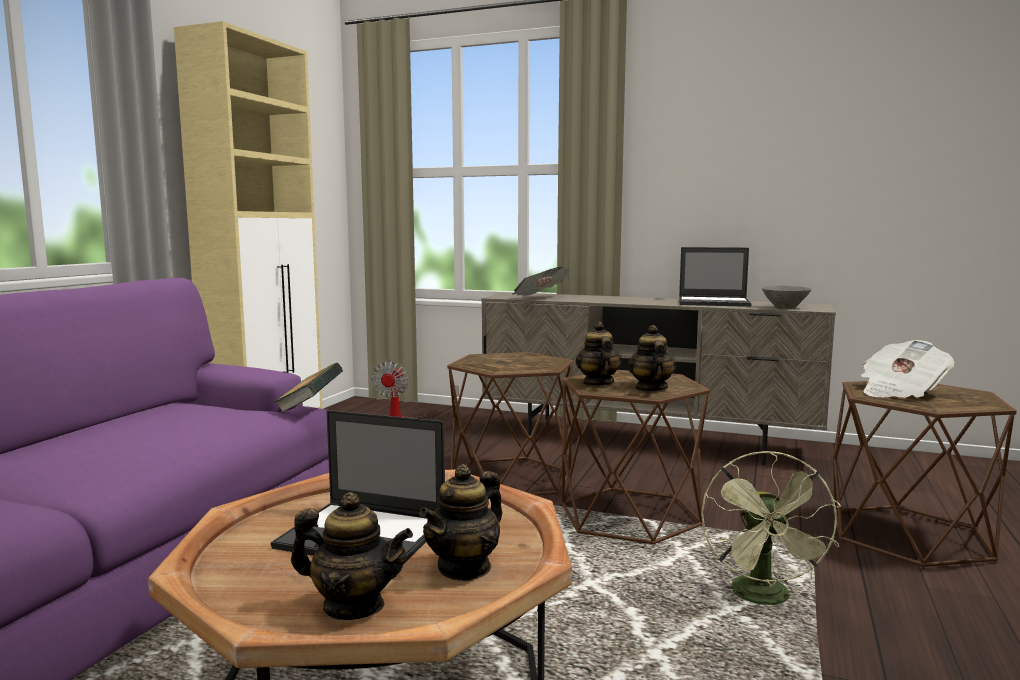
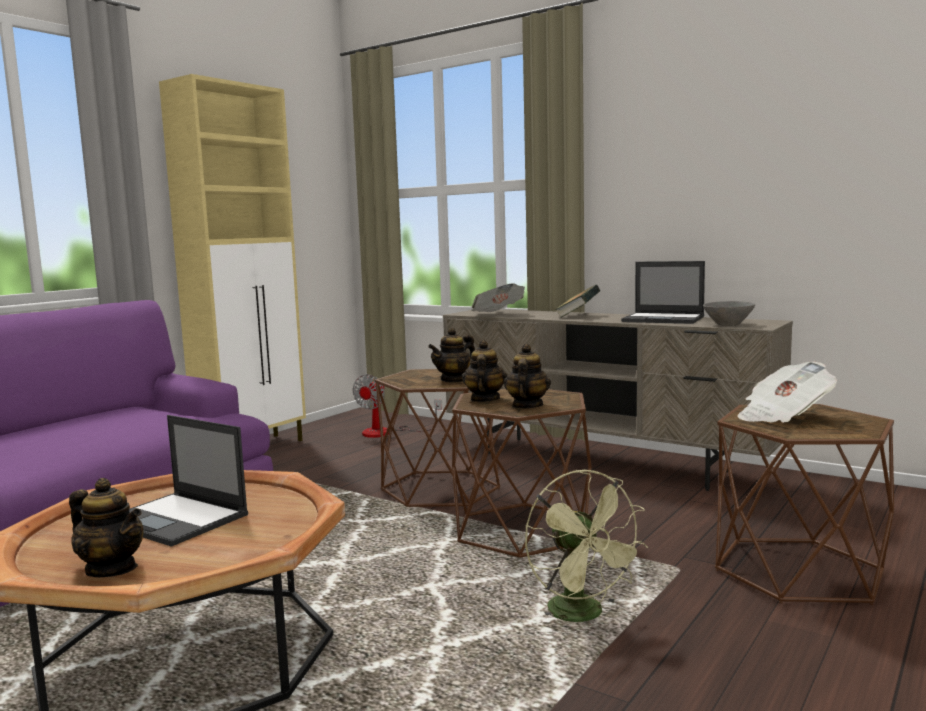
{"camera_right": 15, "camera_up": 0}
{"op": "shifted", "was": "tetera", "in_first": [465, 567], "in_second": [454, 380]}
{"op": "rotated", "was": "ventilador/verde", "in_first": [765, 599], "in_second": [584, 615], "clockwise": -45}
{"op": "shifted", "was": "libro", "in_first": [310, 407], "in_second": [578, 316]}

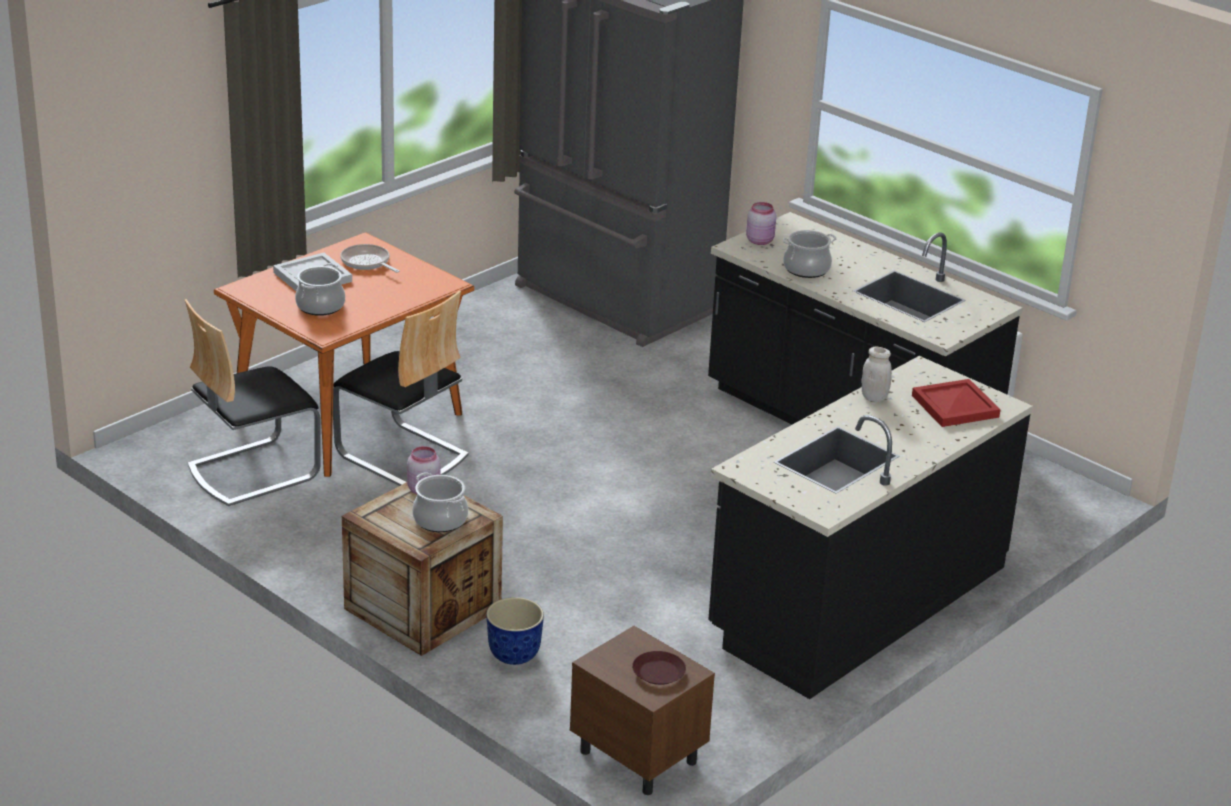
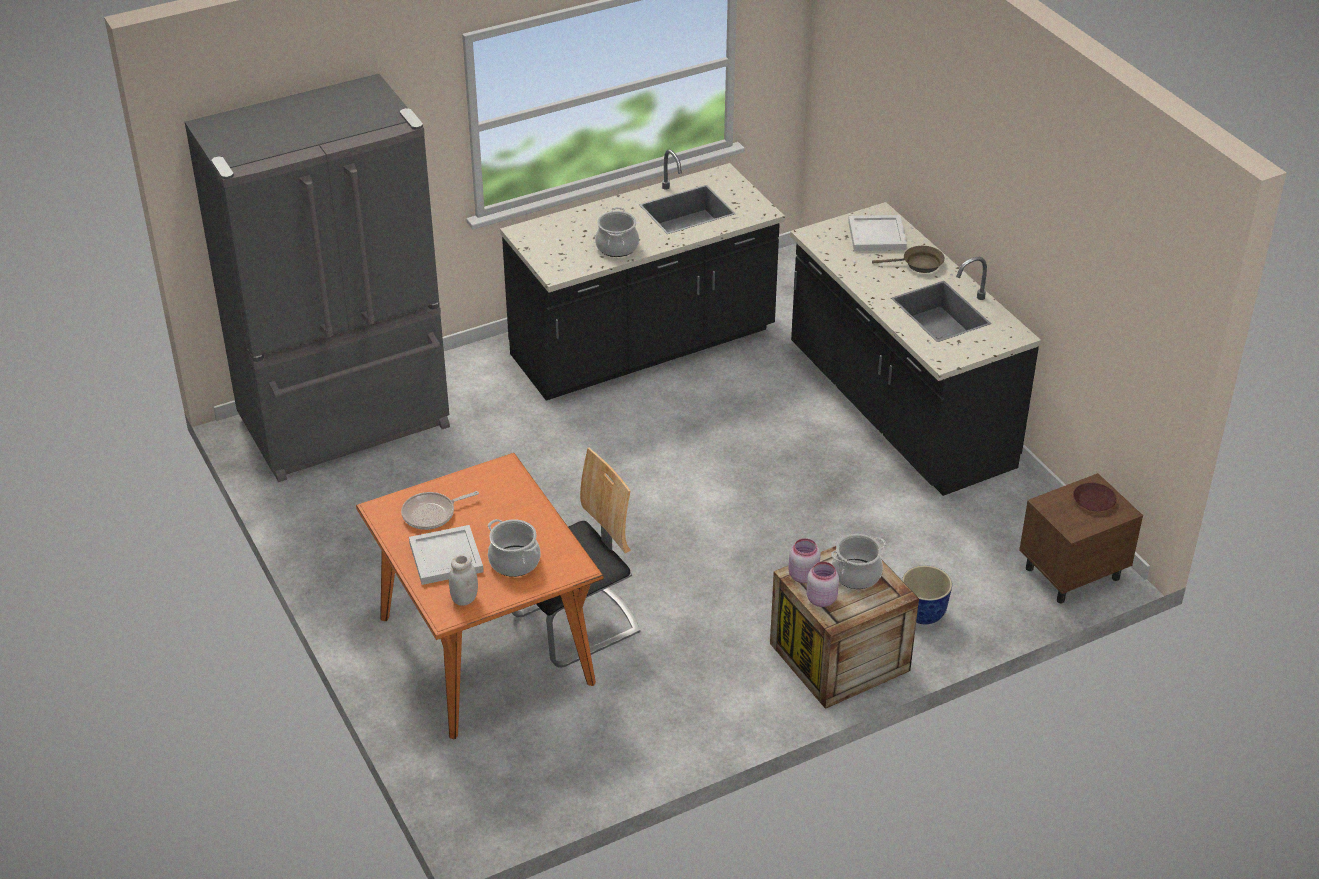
{"camera_right": -70, "camera_up": 10}
{"op": "shifted", "was": "tarro/blanco", "in_first": [874, 397], "in_second": [464, 599]}
{"op": "shifted", "was": "tarro/rosa", "in_first": [760, 241], "in_second": [821, 599]}
{"op": "repainted", "was": "bandeja/rojo", "now": "bandeja/blanco", "in_first": [953, 406], "in_second": [876, 236]}
{"op": "new", "now": "sartén/marrón", "in_second": [919, 264]}
{"op": "gone", "was": "silla", "in_first": [252, 471]}

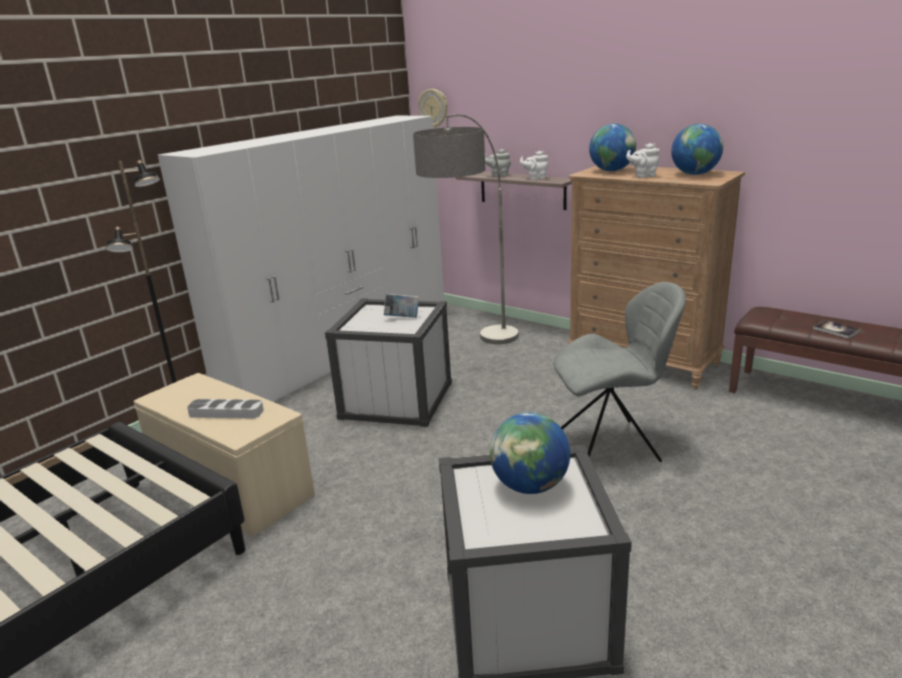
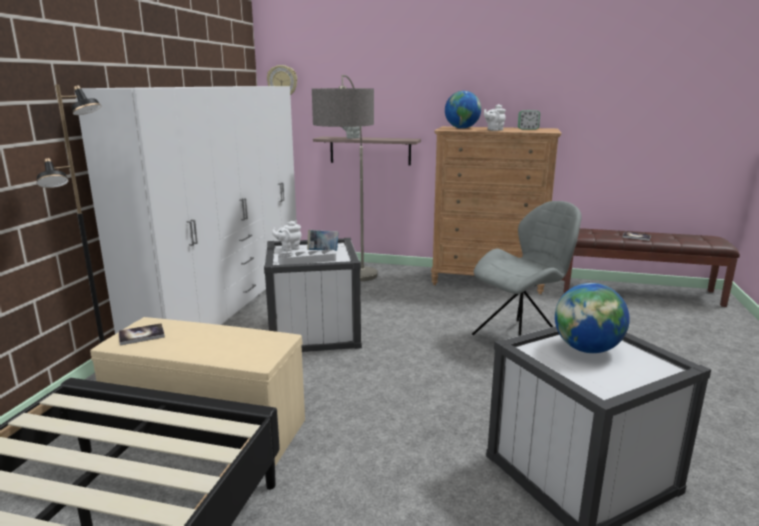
{"camera_right": -25, "camera_up": -5}
{"op": "new", "now": "libro", "in_second": [141, 335]}
{"op": "shifted", "was": "tetera/blanco", "in_first": [535, 178], "in_second": [289, 249]}
{"op": "shifted", "was": "bandeja/gris", "in_first": [226, 412], "in_second": [307, 260]}
{"op": "swapped", "was": "globo terráqueo", "now": "despertador", "in_first": [694, 174], "in_second": [528, 129]}

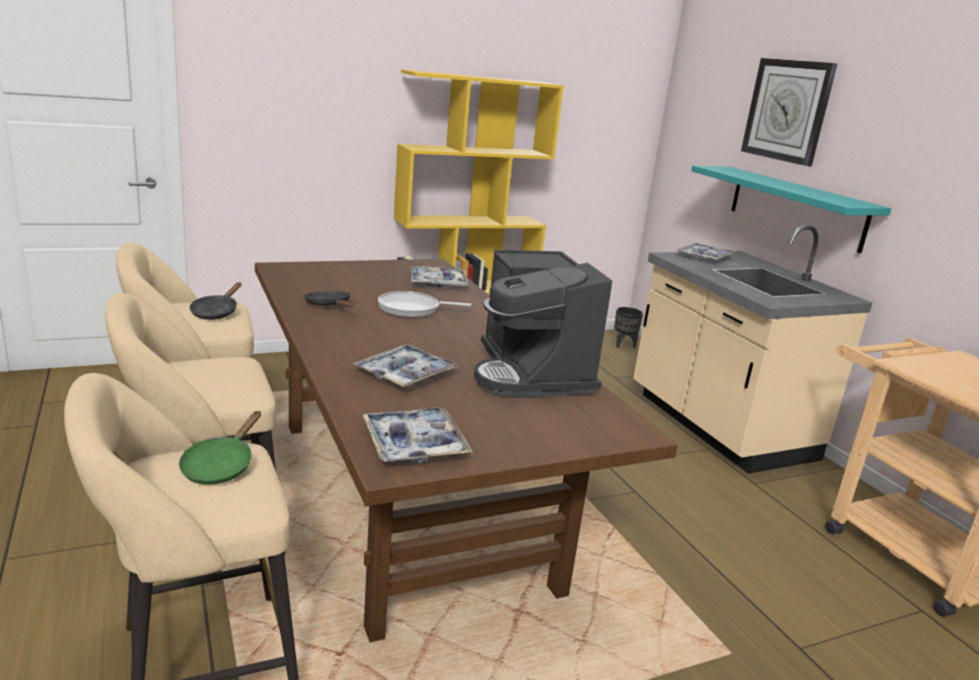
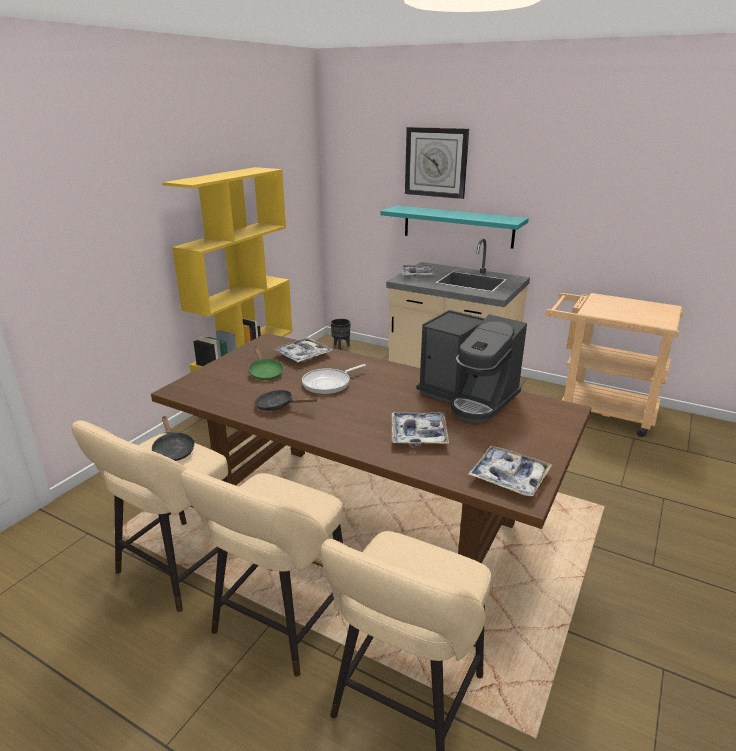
{"camera_right": -35, "camera_up": 5}
{"op": "shifted", "was": "sartén/verde", "in_first": [221, 466], "in_second": [265, 372]}

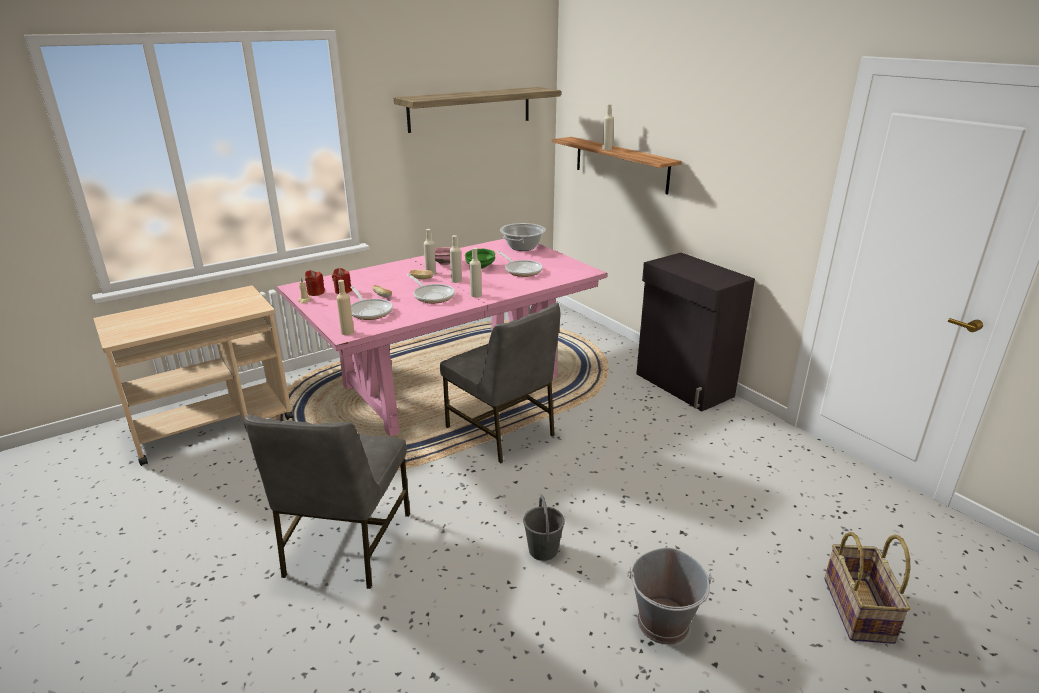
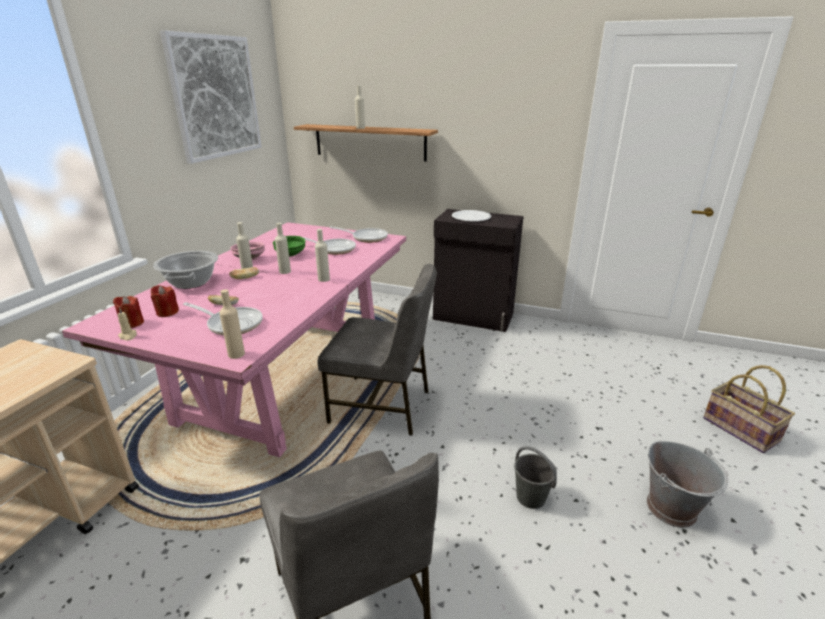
{"camera_right": -35, "camera_up": 0}
{"op": "shifted", "was": "olla", "in_first": [522, 247], "in_second": [191, 282]}
{"op": "swapped", "was": "estante", "now": "cuadro", "in_first": [470, 109], "in_second": [215, 97]}
{"op": "shifted", "was": "sartén", "in_first": [432, 296], "in_second": [367, 238]}
{"op": "new", "now": "plato/blanco", "in_second": [471, 217]}

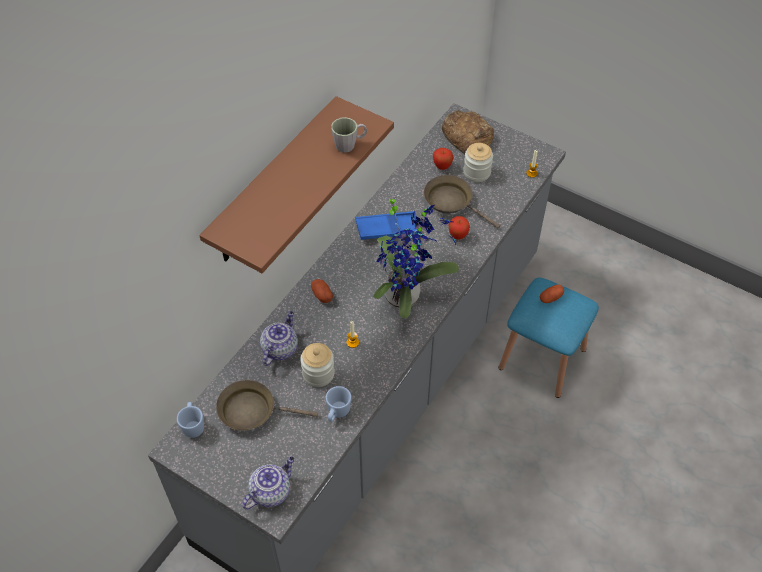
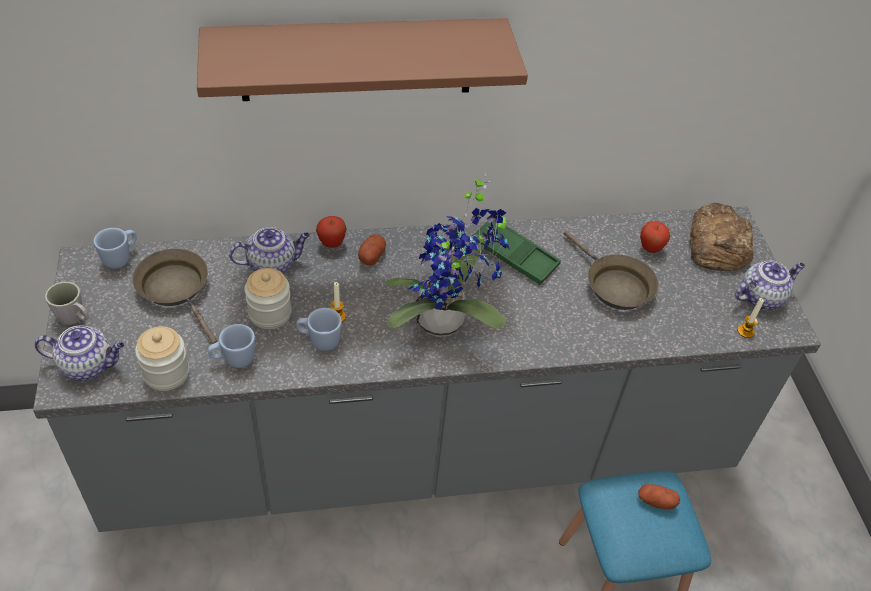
{"camera_right": 45, "camera_up": -5}
{"op": "shifted", "was": "taza grande/gris", "in_first": [349, 144], "in_second": [75, 318]}
{"op": "shifted", "was": "tarro", "in_first": [477, 172], "in_second": [166, 373]}
{"op": "new", "now": "taza grande/azul", "in_second": [319, 340]}
{"op": "shifted", "was": "manzana", "in_first": [458, 236], "in_second": [331, 244]}
{"op": "repainted", "was": "bandeja/azul", "now": "bandeja/verde", "in_first": [388, 229], "in_second": [514, 255]}
{"op": "rotated", "was": "sartén/marrón", "in_first": [451, 202], "in_second": [614, 285], "clockwise": 150}
{"op": "new", "now": "tetera", "in_second": [761, 297]}

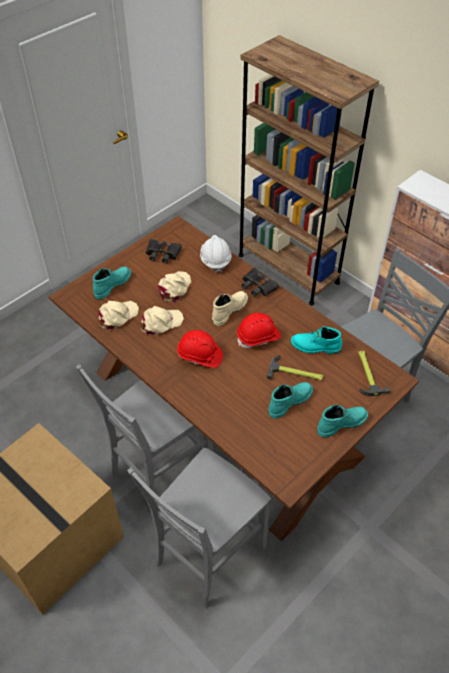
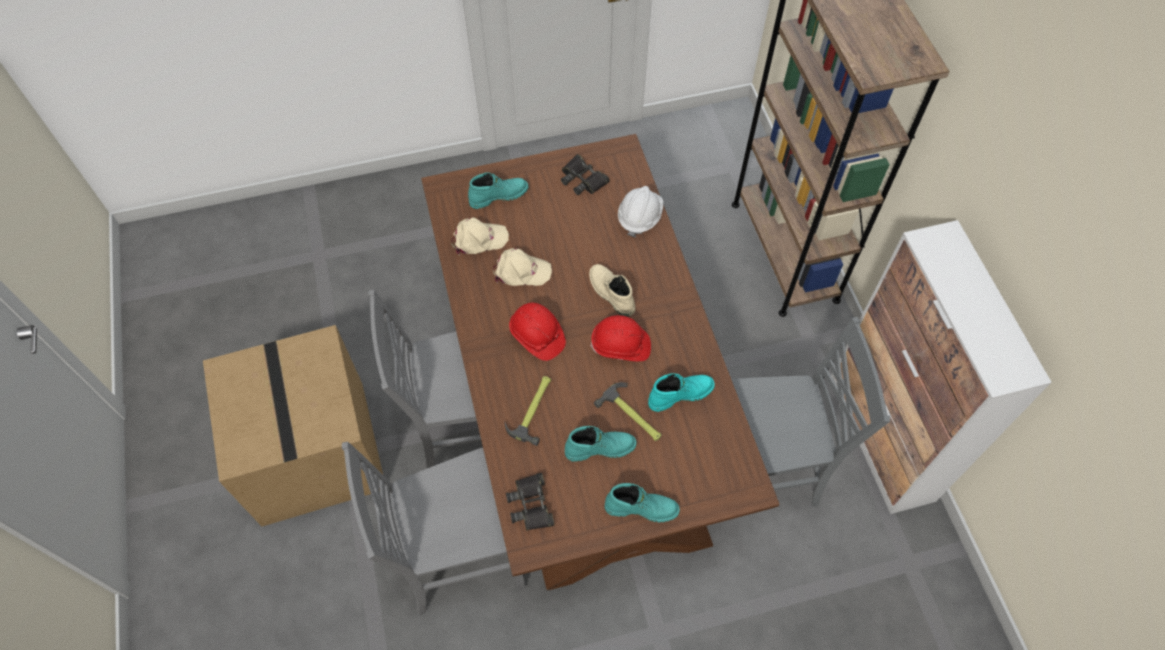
{"camera_right": 30, "camera_up": 10}
{"op": "shifted", "was": "martillo", "in_first": [367, 374], "in_second": [533, 409]}
{"op": "shifted", "was": "prismáticos/negro", "in_first": [258, 286], "in_second": [531, 505]}
{"op": "rotated", "was": "bota/beis", "in_first": [229, 310], "in_second": [610, 293], "clockwise": -105}
{"op": "rotated", "was": "bota/turquesa", "in_first": [315, 347], "in_second": [680, 394], "clockwise": 120}
{"op": "gone", "was": "gorra/beis", "in_first": [174, 288]}

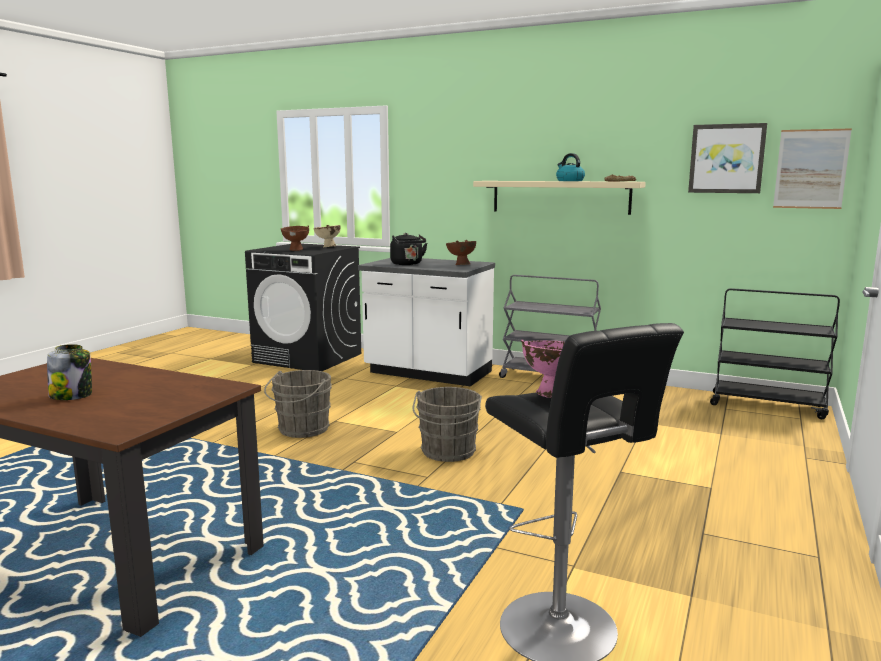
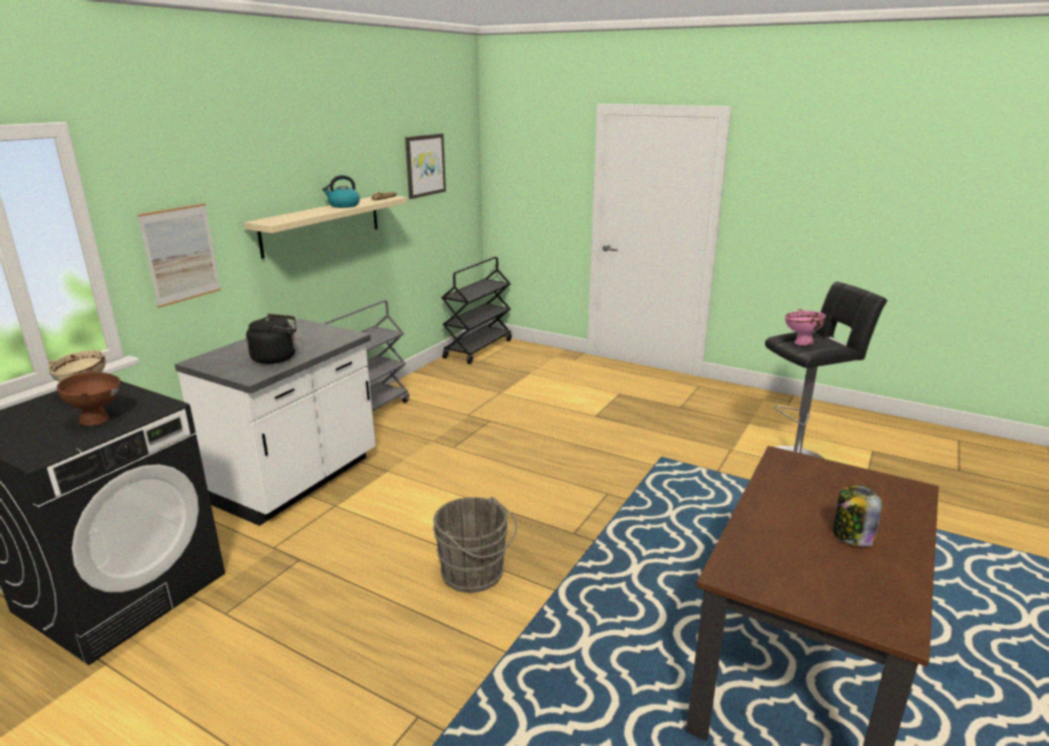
{"camera_right": -85, "camera_up": 10}
{"op": "shifted", "was": "cuadro", "in_first": [811, 169], "in_second": [181, 254]}
{"op": "gone", "was": "cubo/gris", "in_first": [447, 452]}
{"op": "gone", "was": "cuenco/marrón", "in_first": [460, 265]}

